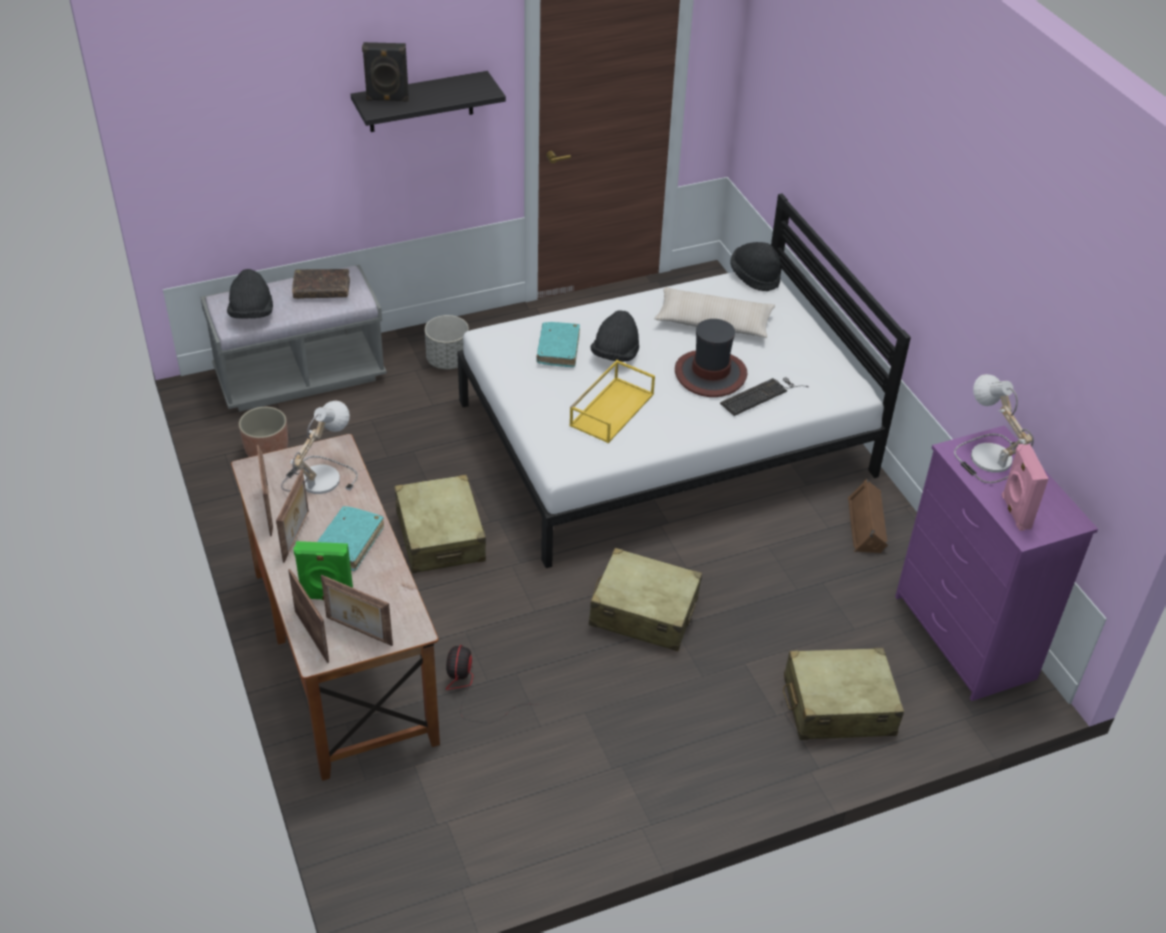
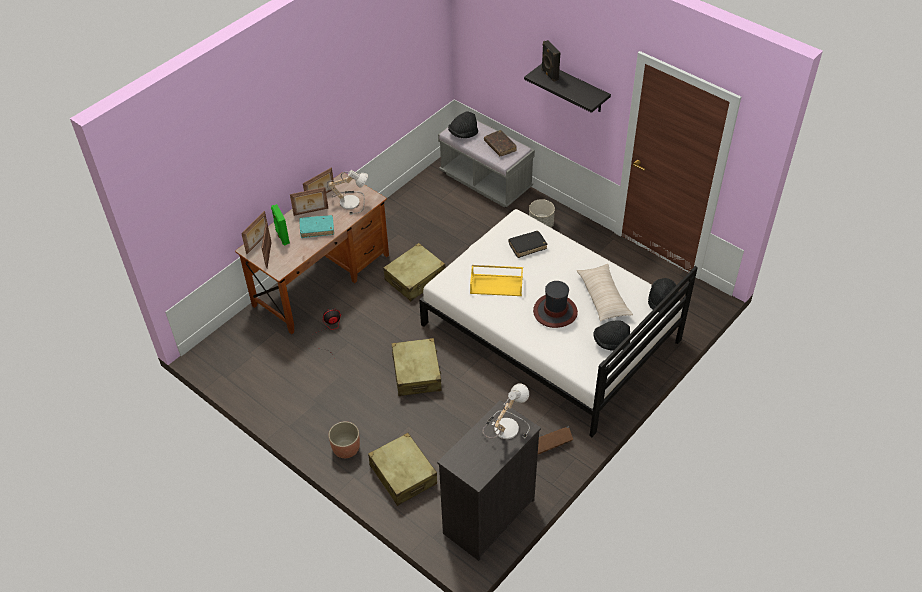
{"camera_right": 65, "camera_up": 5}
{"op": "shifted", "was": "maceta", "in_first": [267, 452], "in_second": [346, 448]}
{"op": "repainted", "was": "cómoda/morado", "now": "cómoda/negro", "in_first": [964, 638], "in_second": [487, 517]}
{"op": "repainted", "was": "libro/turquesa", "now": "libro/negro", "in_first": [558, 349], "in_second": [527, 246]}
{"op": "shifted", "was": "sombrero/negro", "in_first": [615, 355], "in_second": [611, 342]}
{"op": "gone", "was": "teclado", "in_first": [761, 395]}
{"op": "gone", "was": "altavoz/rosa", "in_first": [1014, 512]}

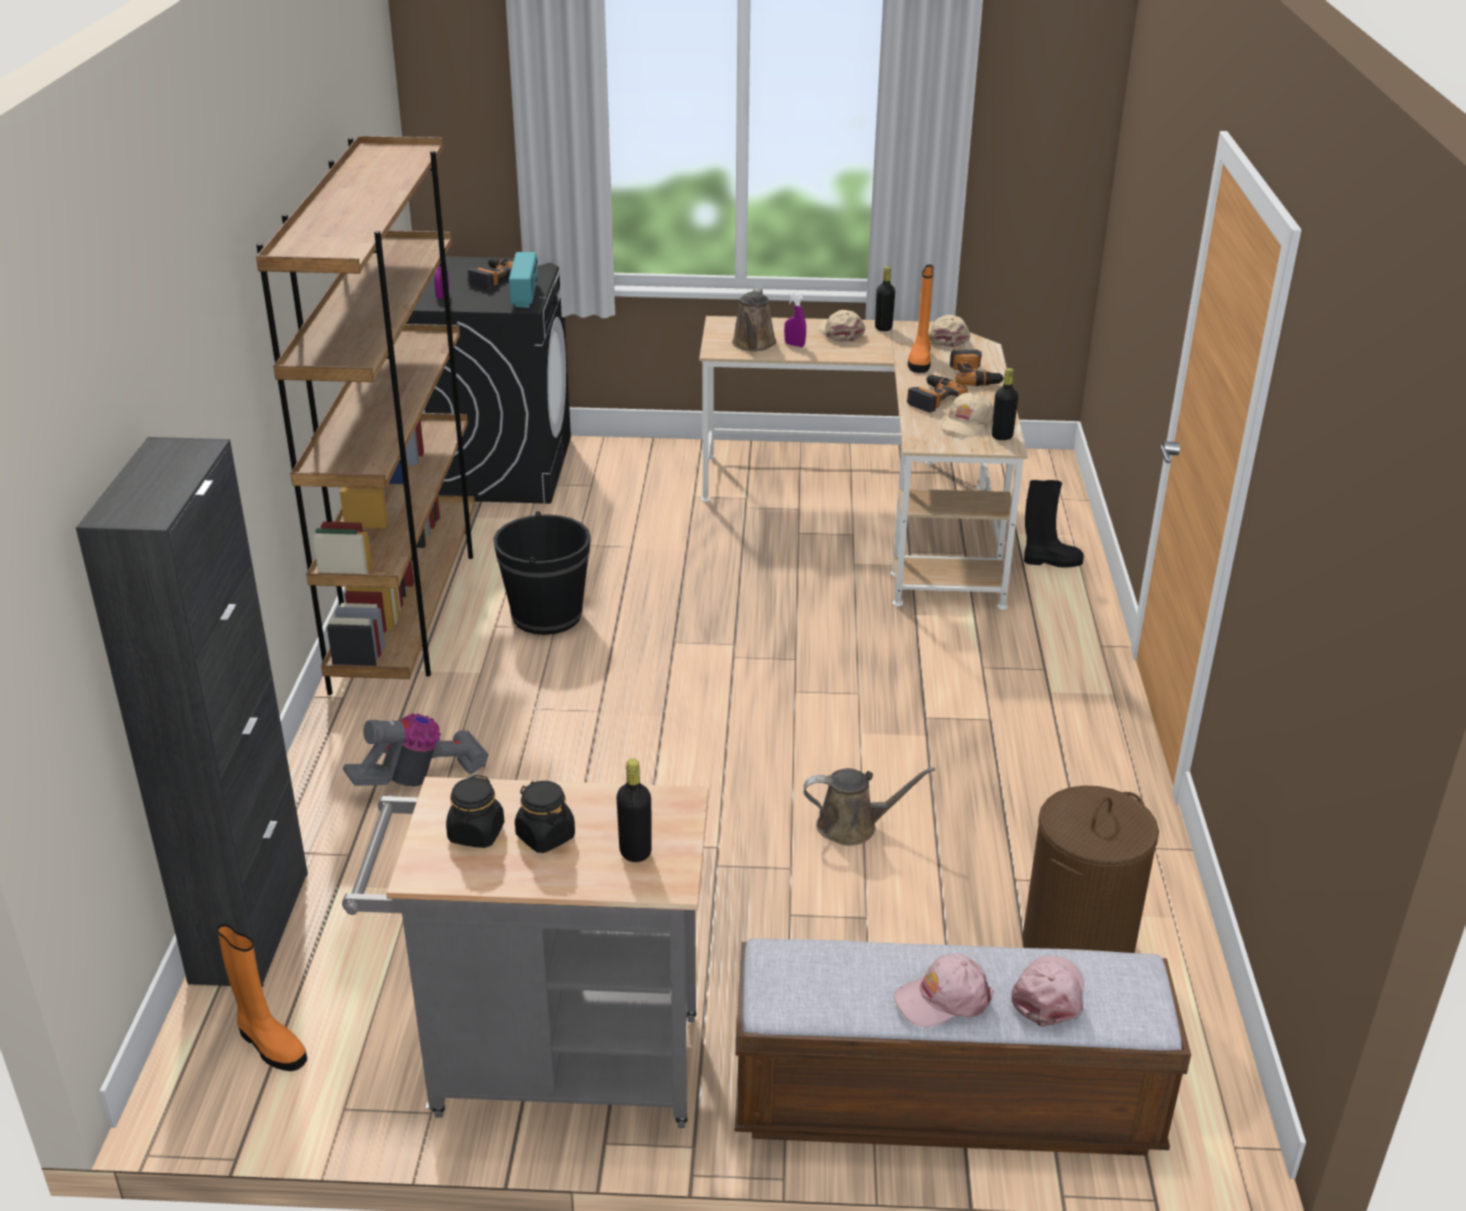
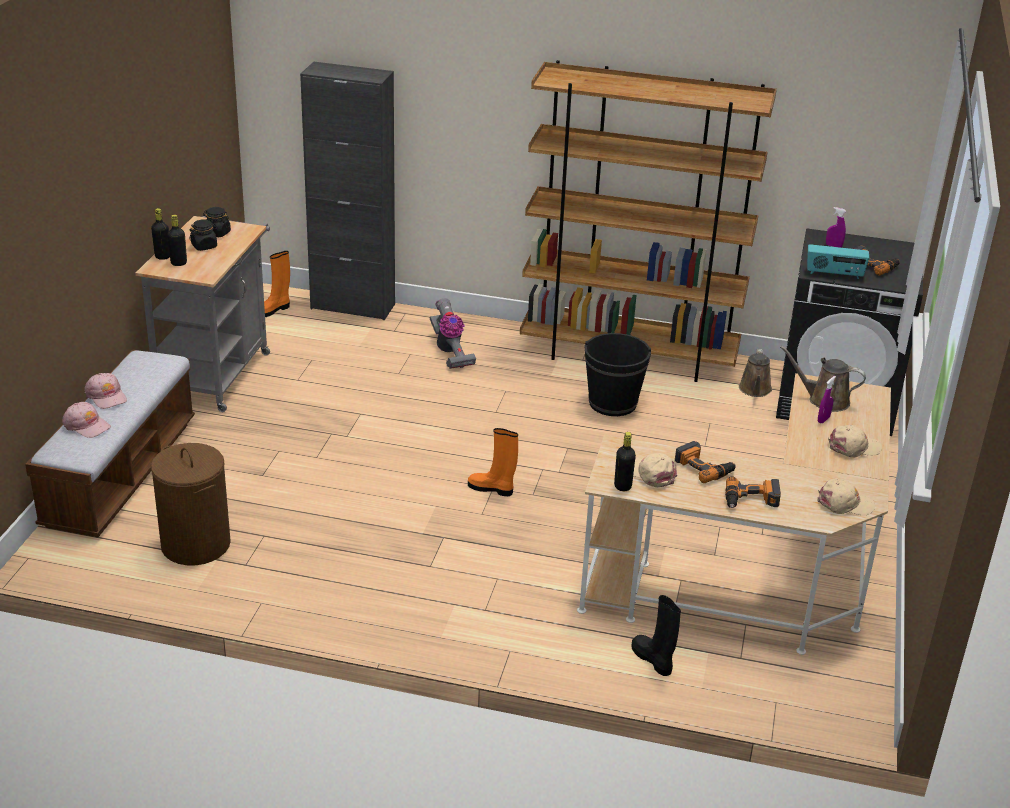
{"camera_right": 100, "camera_up": 0}
{"op": "rotated", "was": "gorra/rosa", "in_first": [943, 999], "in_second": [106, 396], "clockwise": 150}
{"op": "shifted", "was": "botella/negro", "in_first": [883, 328], "in_second": [162, 257]}
{"op": "shifted", "was": "bota/naranja", "in_first": [920, 360], "in_second": [492, 489]}
{"op": "rotated", "was": "bota/negro", "in_first": [1051, 561], "in_second": [653, 660], "clockwise": 135}
{"op": "shifted", "was": "regadera/marrón", "in_first": [853, 826], "in_second": [755, 390]}

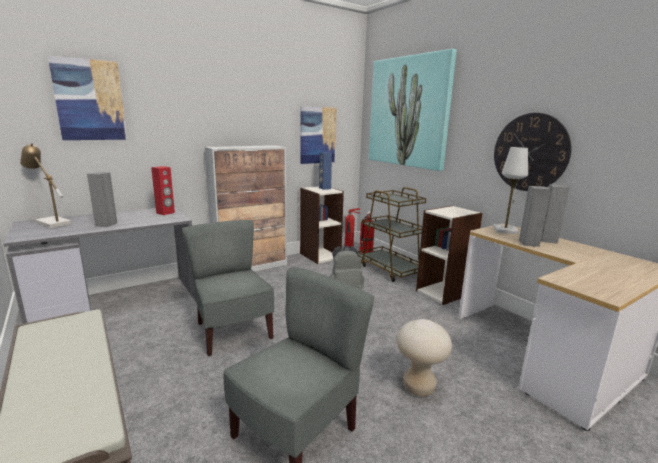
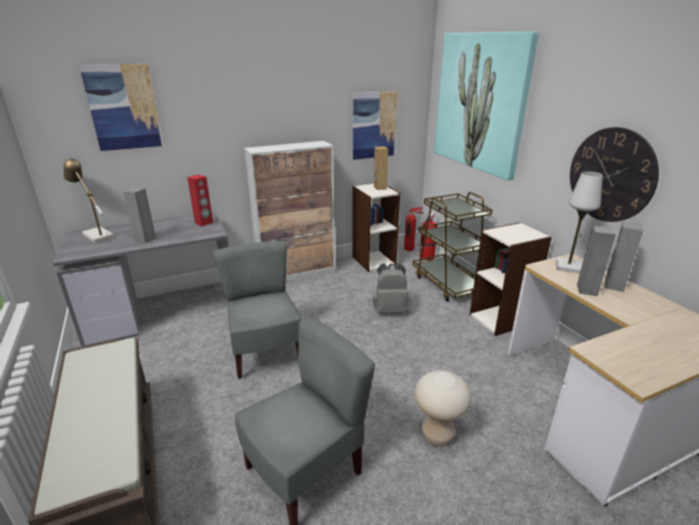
{"camera_right": 10, "camera_up": 10}
{"op": "repainted", "was": "altavoz/azul", "now": "altavoz/marrón", "in_first": [324, 188], "in_second": [379, 188]}

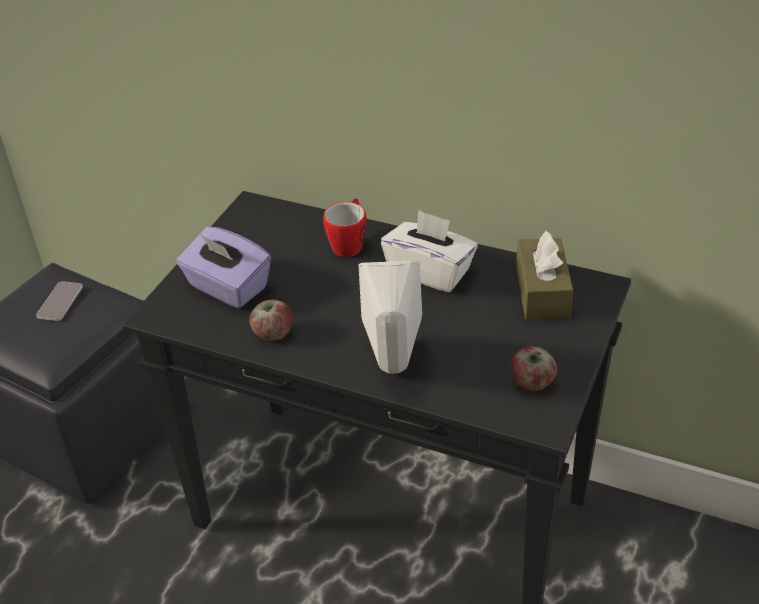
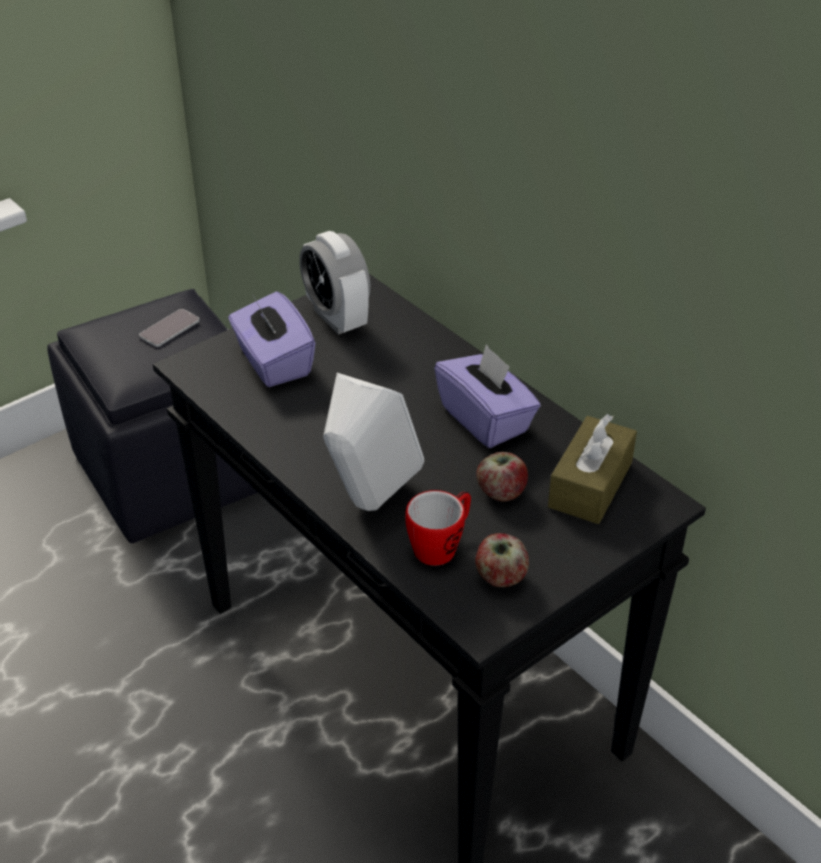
{"camera_right": 25, "camera_up": 0}
{"op": "new", "now": "despertador", "in_second": [336, 318]}
{"op": "shifted", "was": "taza grande", "in_first": [349, 243], "in_second": [441, 546]}
{"op": "repainted", "was": "caja de pañuelos/blanco", "now": "caja de pañuelos/morado", "in_first": [430, 272], "in_second": [485, 419]}
{"op": "shifted", "was": "manzana", "in_first": [273, 333], "in_second": [501, 492]}

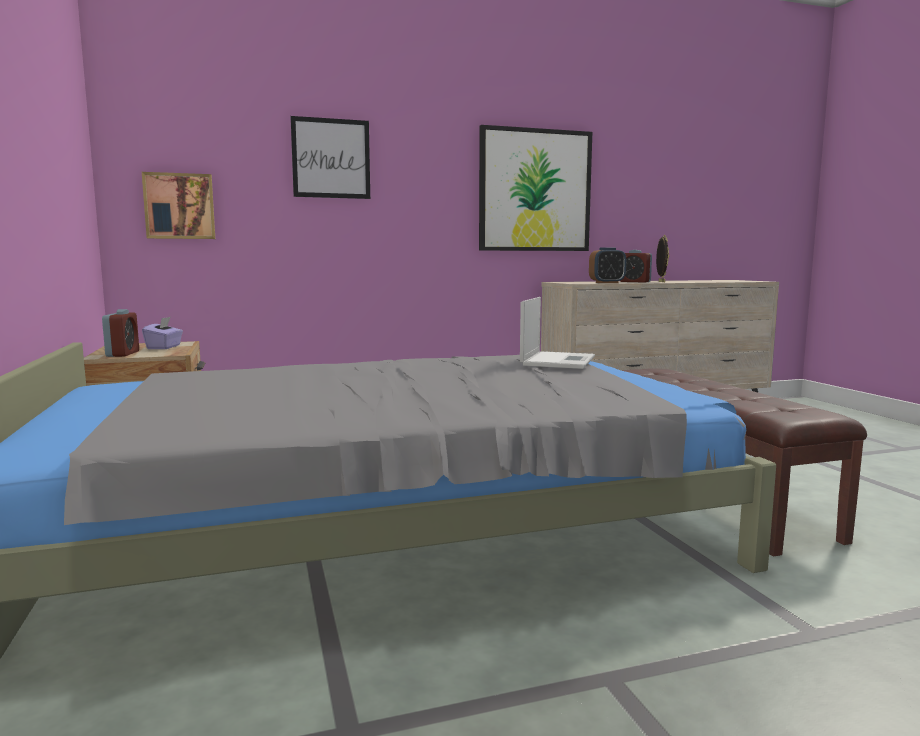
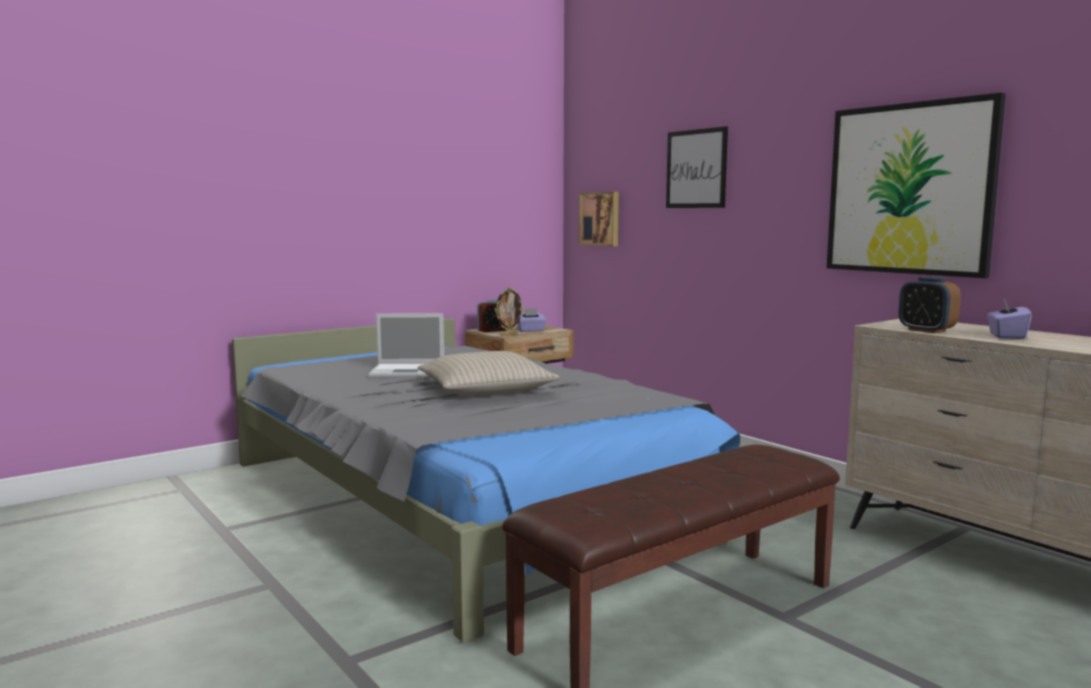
{"camera_right": 70, "camera_up": 0}
{"op": "shifted", "was": "portátil", "in_first": [558, 361], "in_second": [409, 371]}
{"op": "new", "now": "cojín/beis", "in_second": [485, 390]}
{"op": "shifted", "was": "portarretratos", "in_first": [661, 282], "in_second": [509, 334]}
{"op": "swapped", "was": "despertador", "now": "caja de pañuelos/morado", "in_first": [634, 282], "in_second": [1006, 336]}

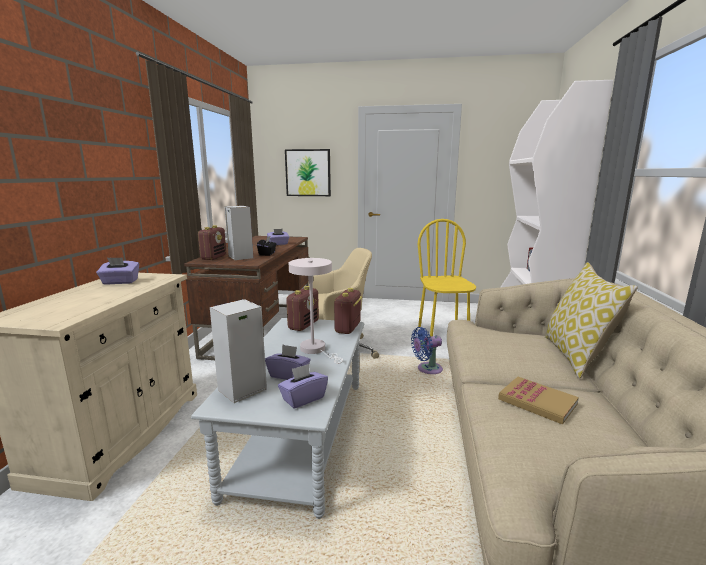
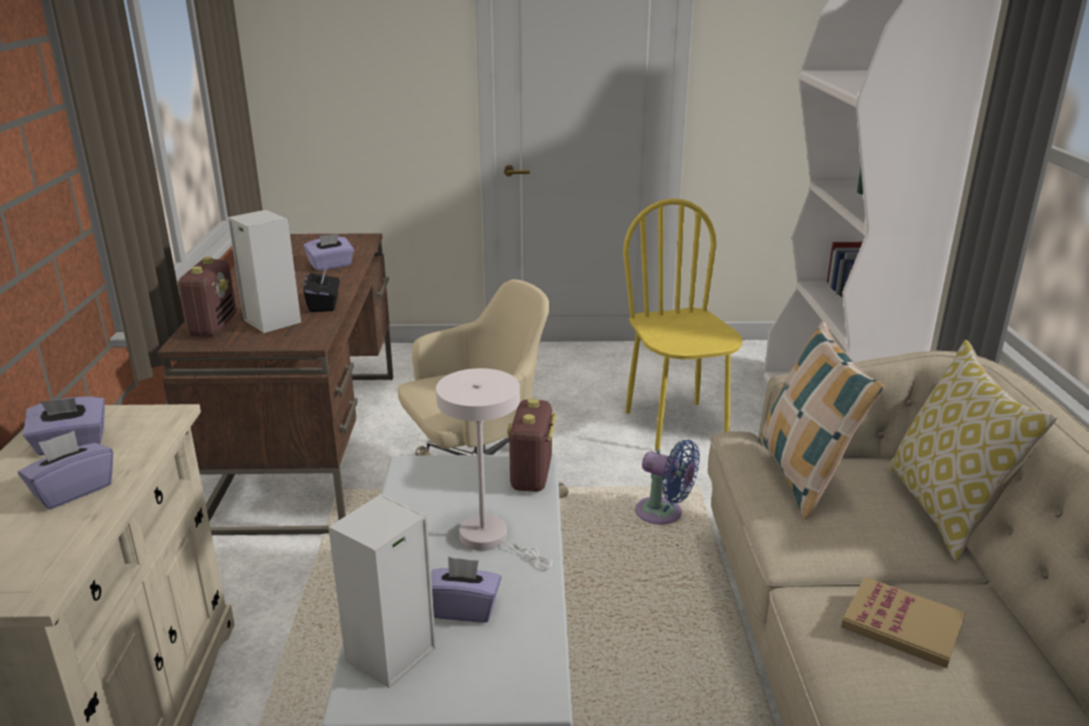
{"camera_right": -10, "camera_up": 10}
{"op": "shifted", "was": "caja de pañuelos/morado", "in_first": [303, 398], "in_second": [73, 490]}
{"op": "rotated", "was": "ventilador/azul", "in_first": [427, 369], "in_second": [663, 514], "clockwise": -120}
{"op": "new", "now": "cojín", "in_second": [804, 477]}
{"op": "gone", "was": "cuadro", "in_first": [308, 173]}
{"op": "gone", "was": "radio", "in_first": [303, 325]}

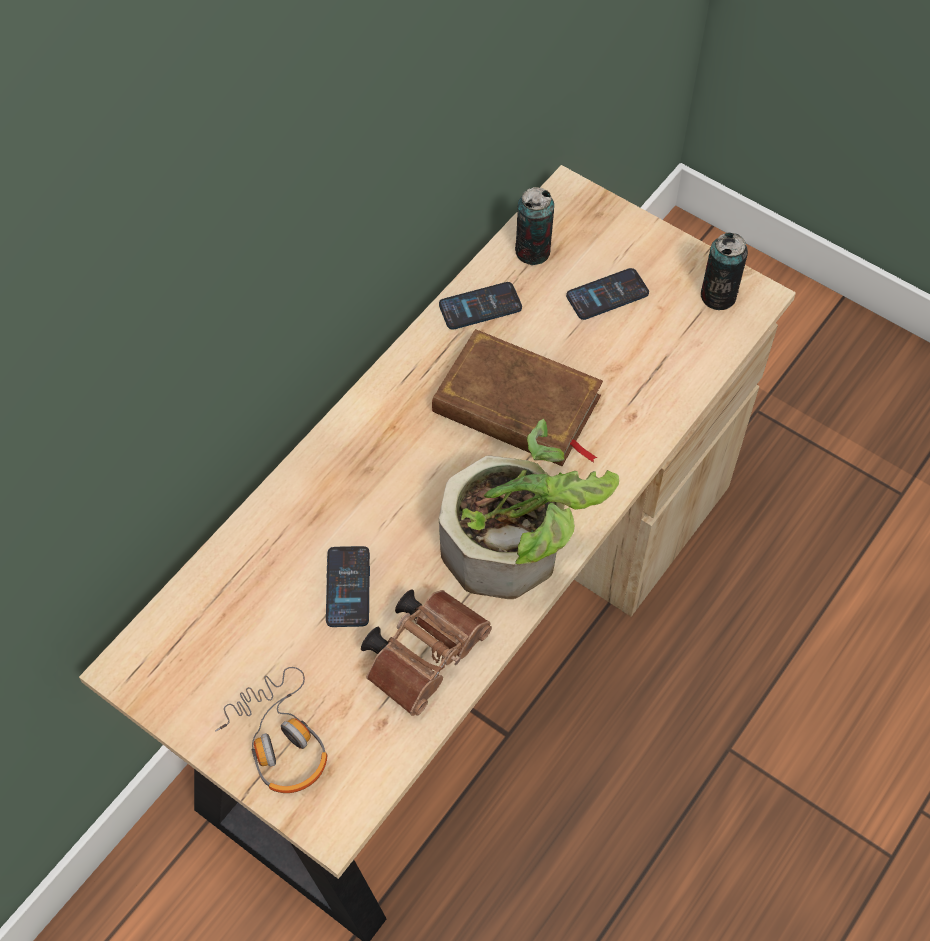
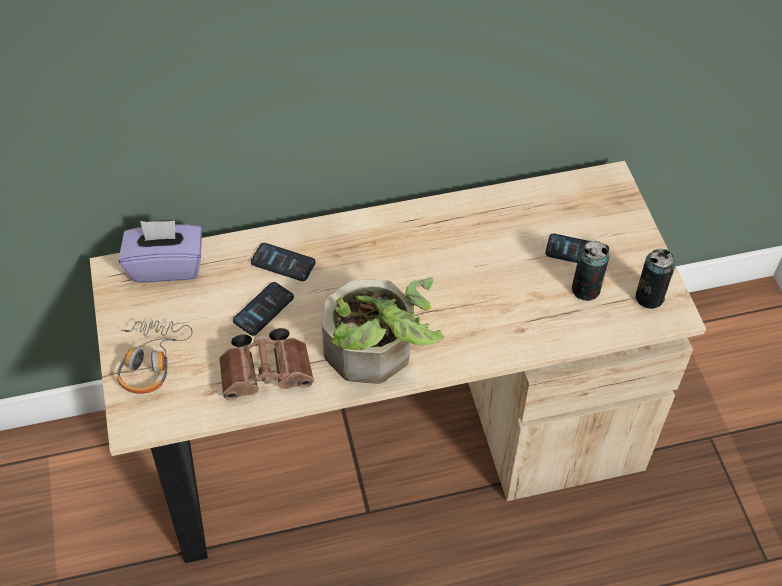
{"camera_right": 40, "camera_up": -5}
{"op": "new", "now": "caja de pañuelos/morado", "in_second": [166, 265]}
{"op": "shifted", "was": "móvil", "in_first": [480, 307], "in_second": [283, 263]}
{"op": "shifted", "was": "lata", "in_first": [533, 251], "in_second": [585, 289]}
{"op": "gone", "was": "libro/marrón", "in_first": [517, 406]}

